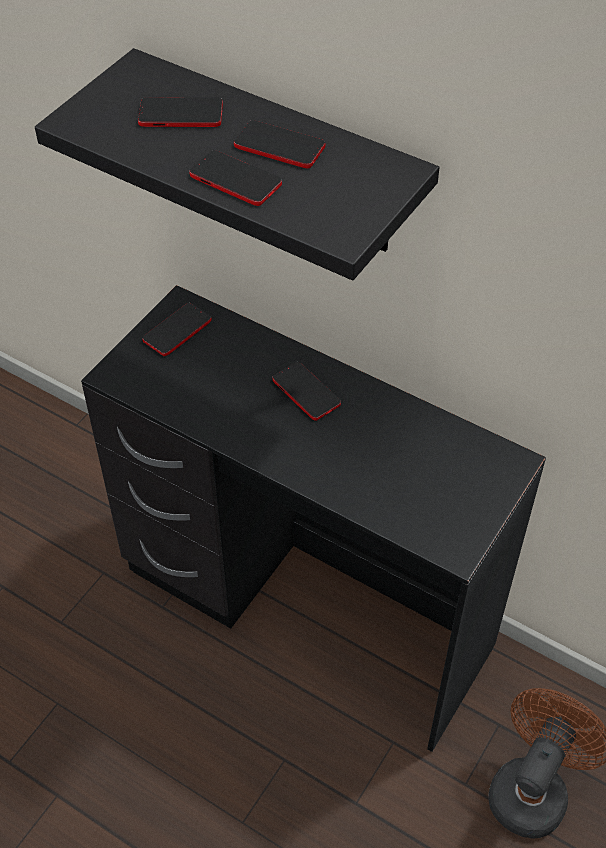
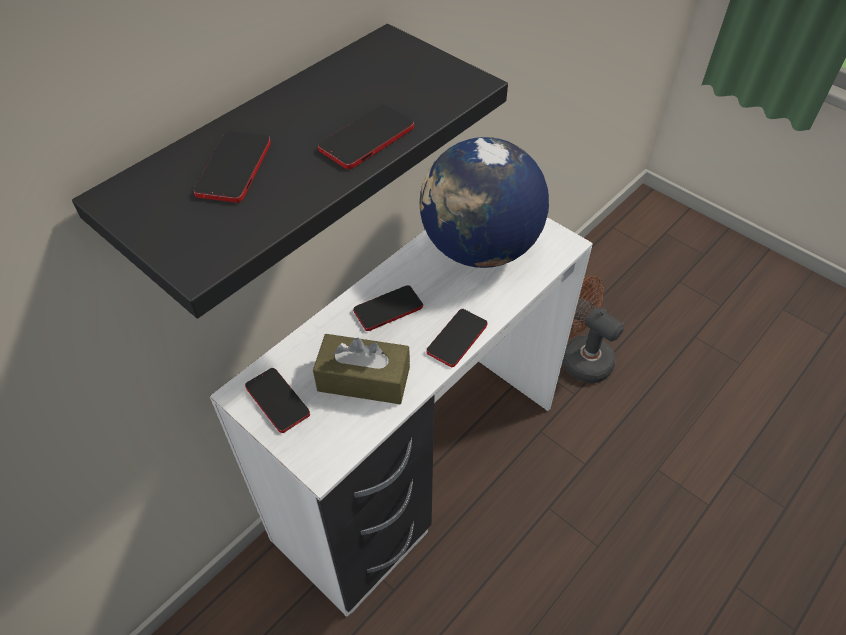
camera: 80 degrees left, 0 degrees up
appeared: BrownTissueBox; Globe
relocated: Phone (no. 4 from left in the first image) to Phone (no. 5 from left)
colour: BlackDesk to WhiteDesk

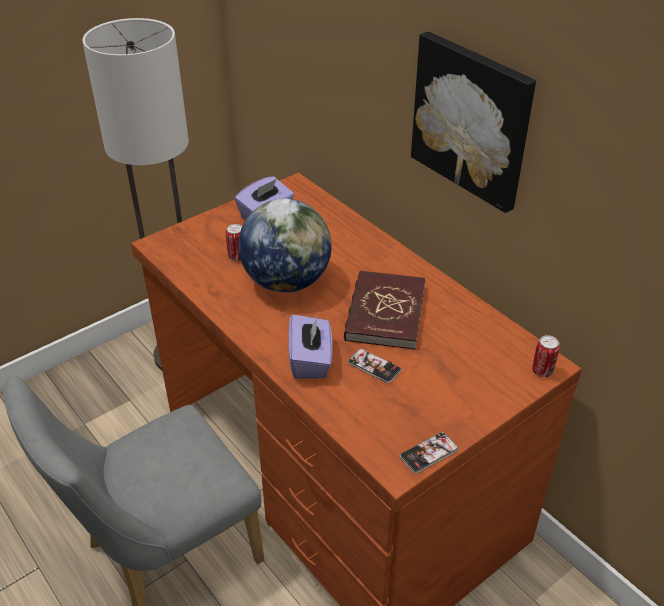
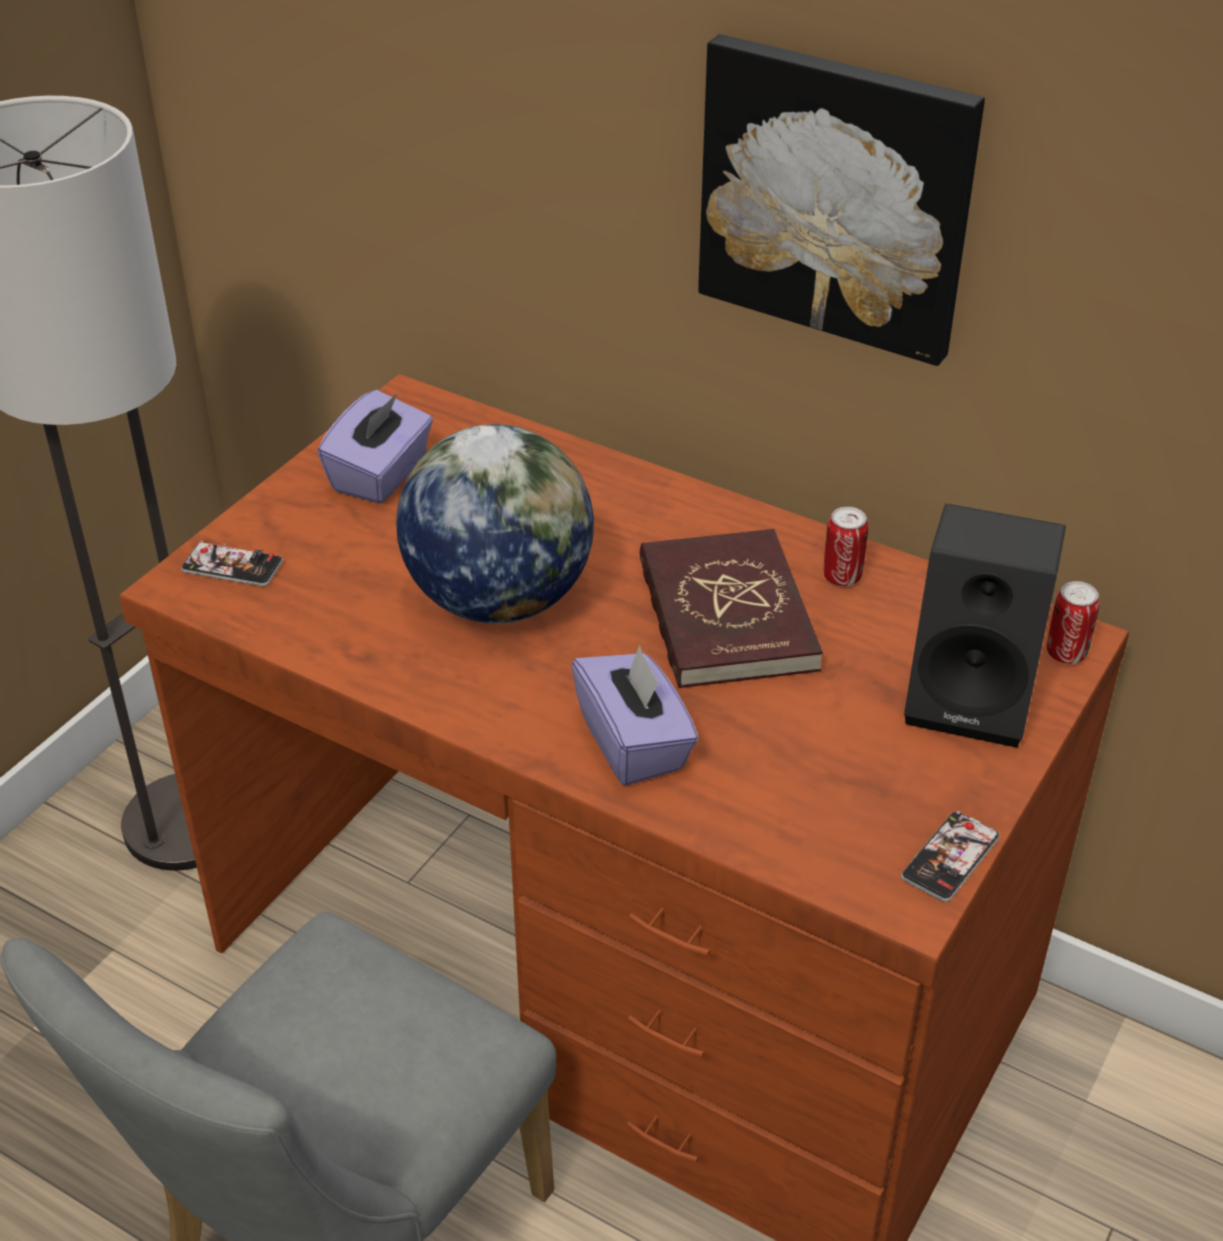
camera: 20 degrees left, 0 degrees up
appeared: BlackSpeaker
relocated: Phone (no. 1 from left); Can (no. 1 from left)

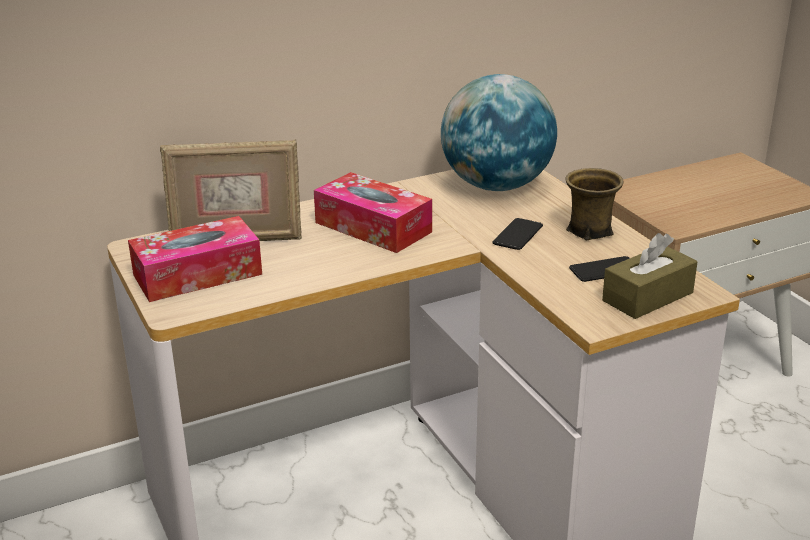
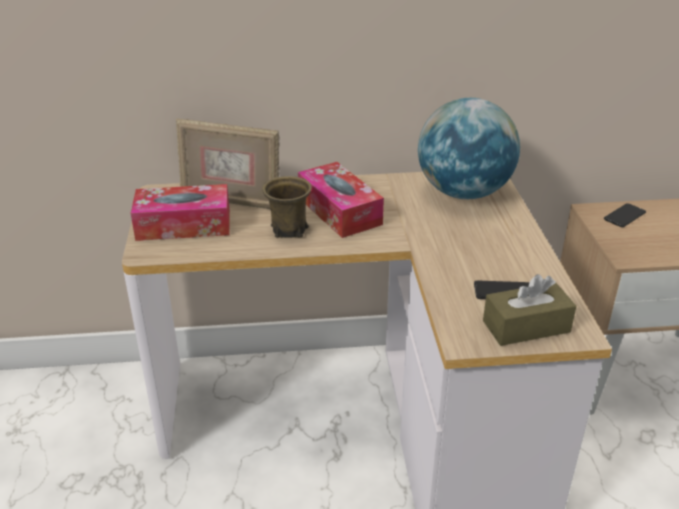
camera: 20 degrees right, 5 degrees up
relocated: BrownMug; Phone (no. 1 from left in the first image) to Phone (no. 2 from left)

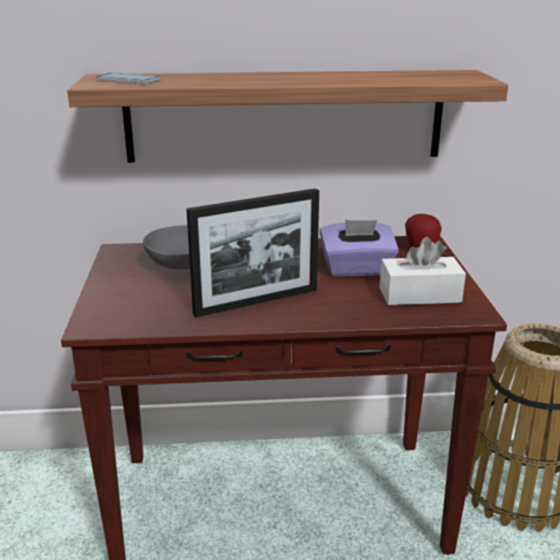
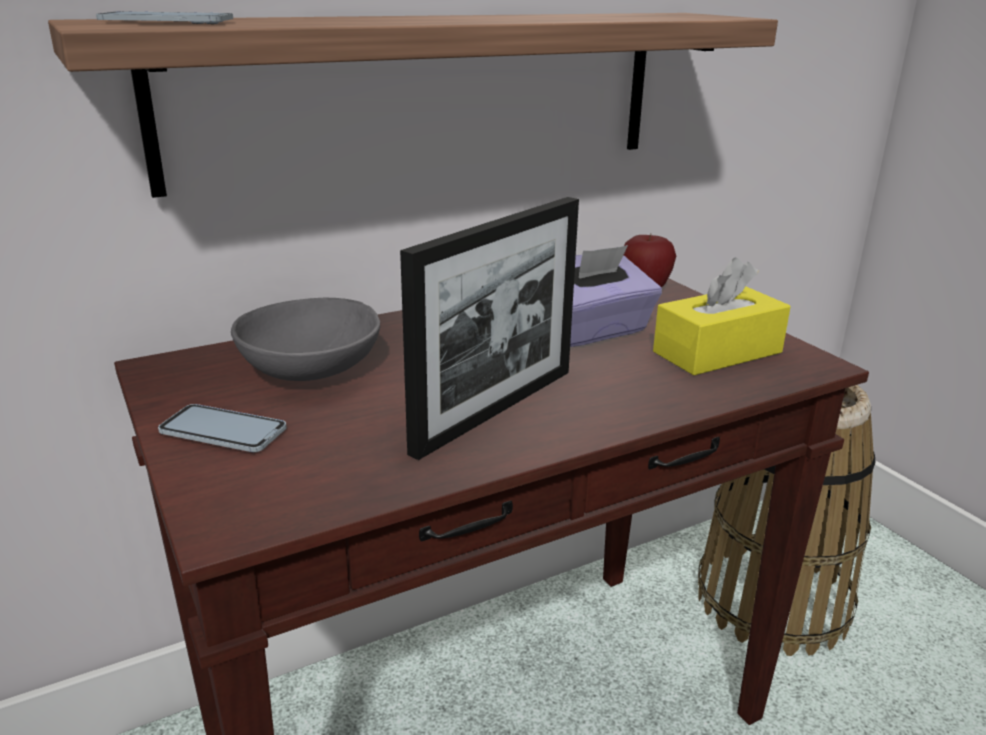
camera: 25 degrees left, 0 degrees up
appeared: Phone (no. 2 from left)
colour: WhiteTissueBox to YellowTissueBox

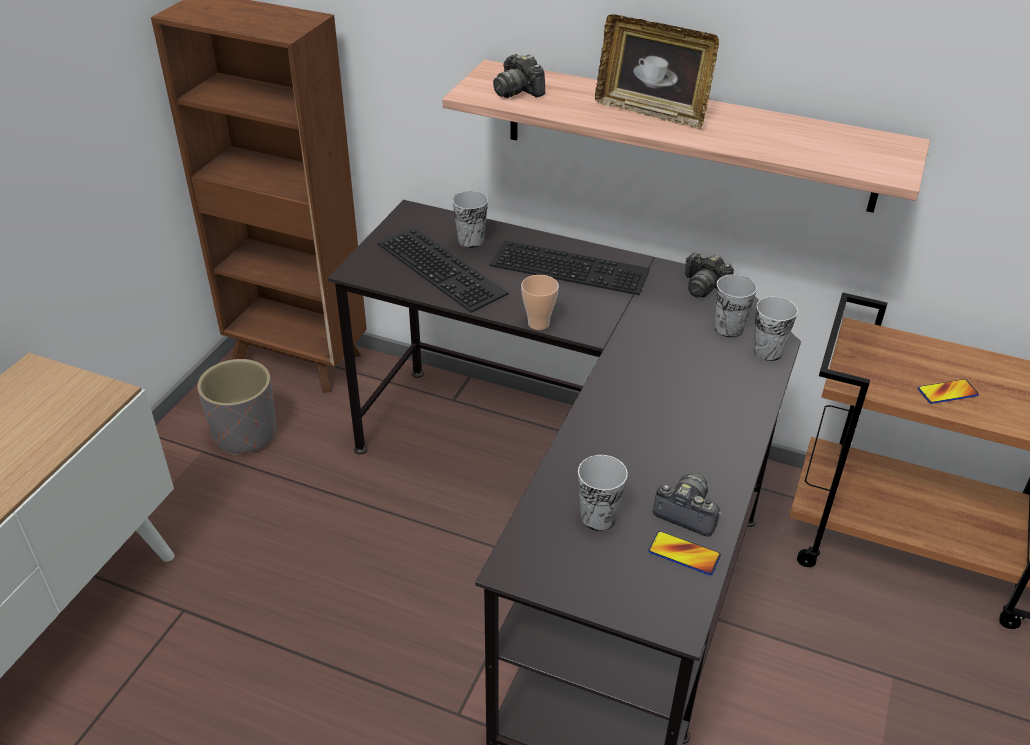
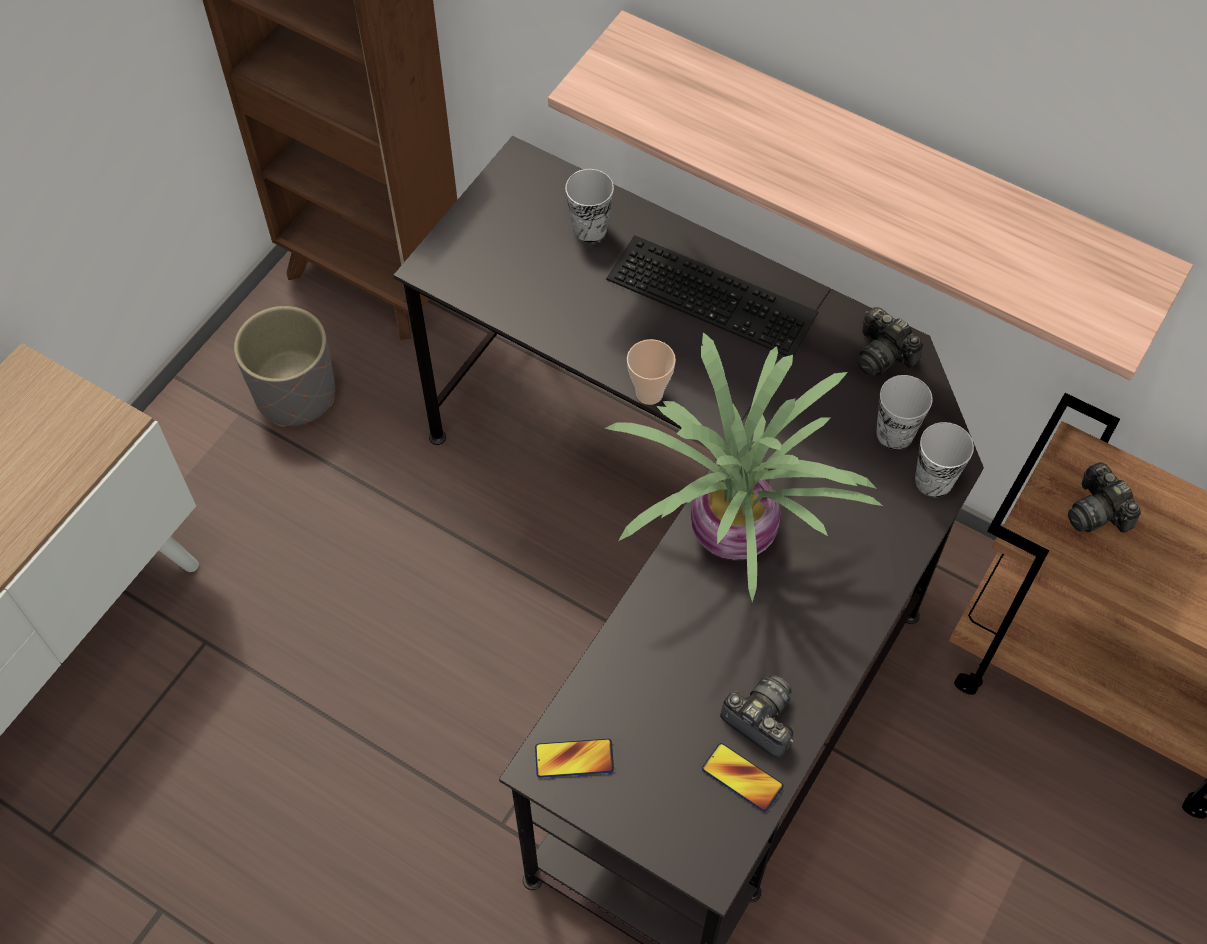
camera: 10 degrees right, 20 degrees up
missing: Keyboard (no. 1 from left); Cup (no. 3 from left); PictureFrame
appeared: PottedPlant
relocated: Phone (no. 2 from left in the first image) to Phone (no. 1 from left); PhotoCamera (no. 1 from left in the first image) to PhotoCamera (no. 3 from left)

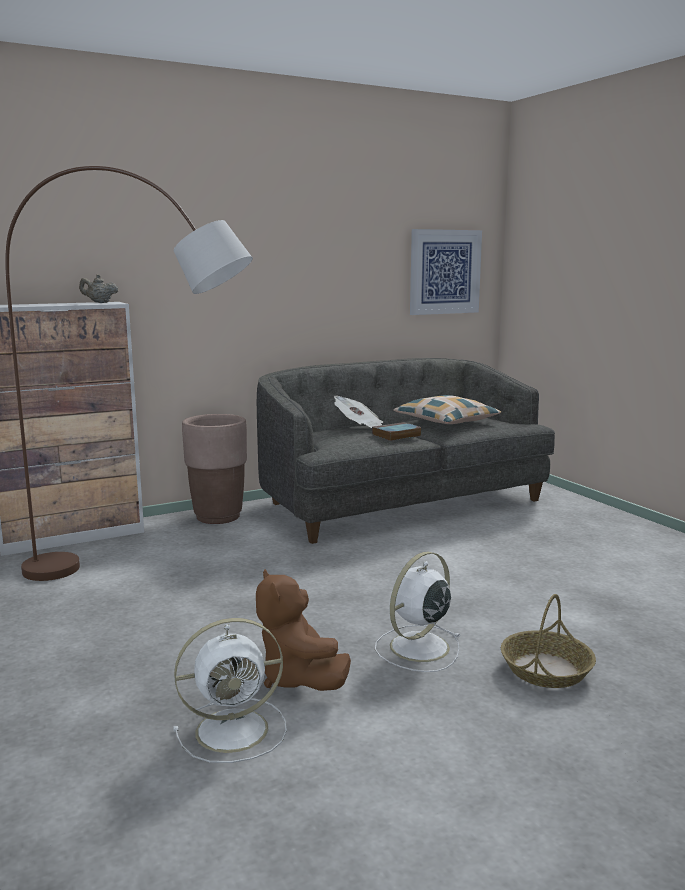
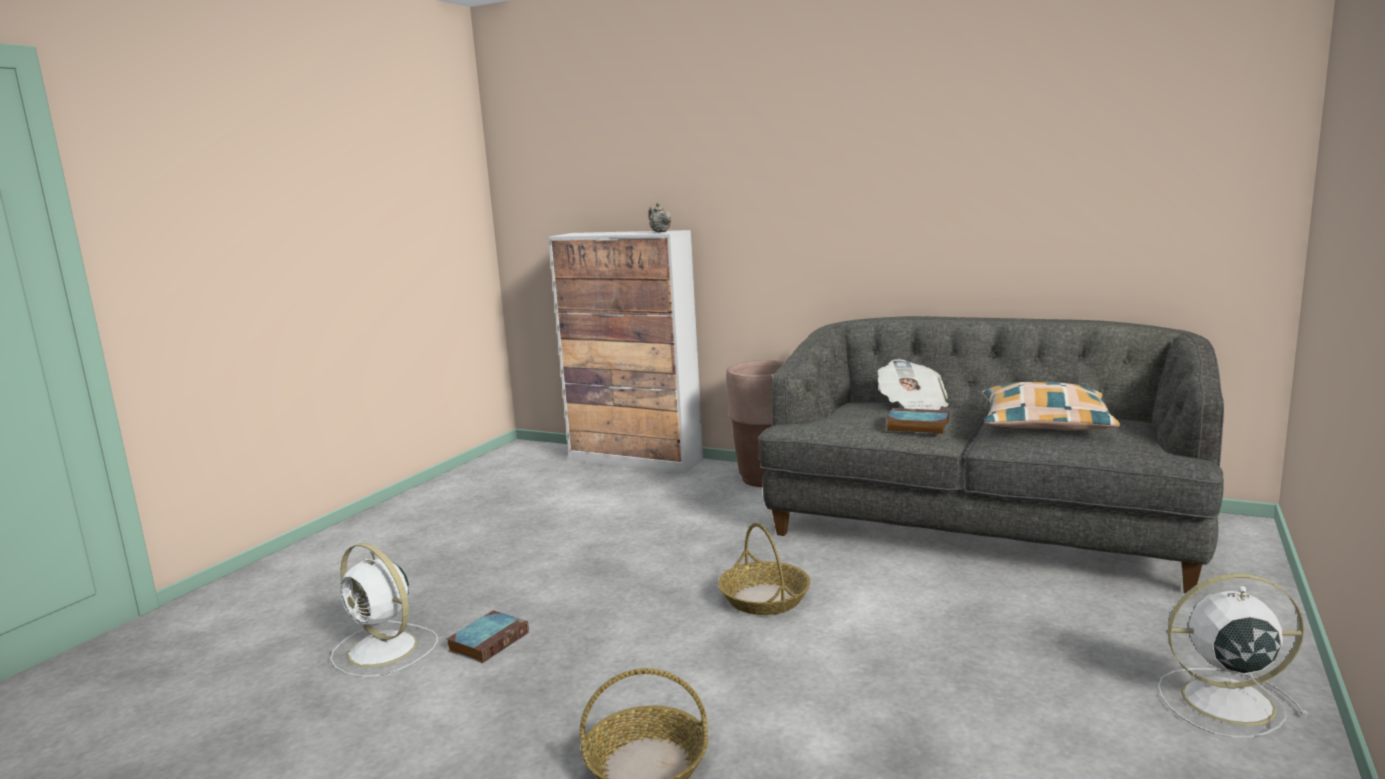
camera: 55 degrees right, 0 degrees up
missing: BrownFloorLamp; Picture
appeared: Basket (no. 2 from left)
relocated: WhiteFan (no. 2 from left)
exchanged: BrownPlushToy to Book (no. 1 from left)

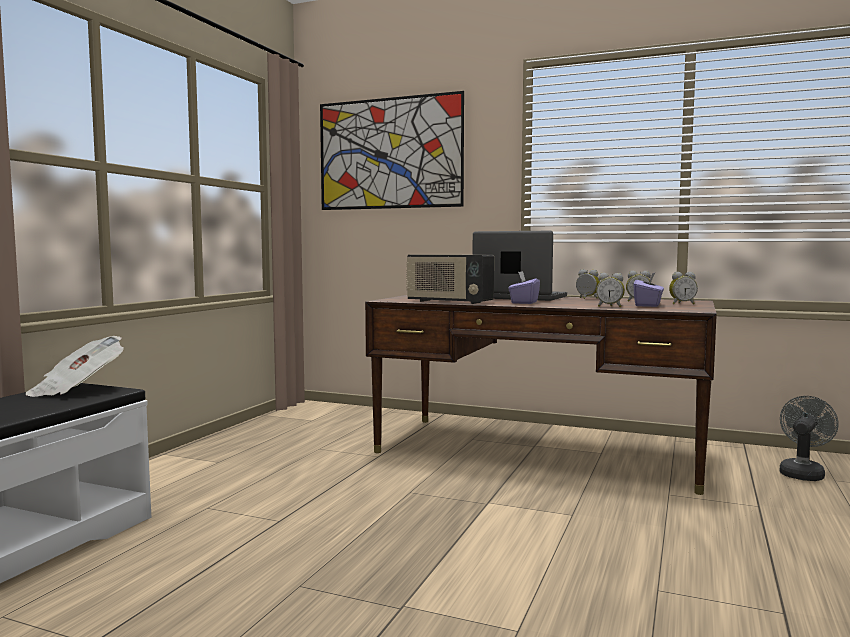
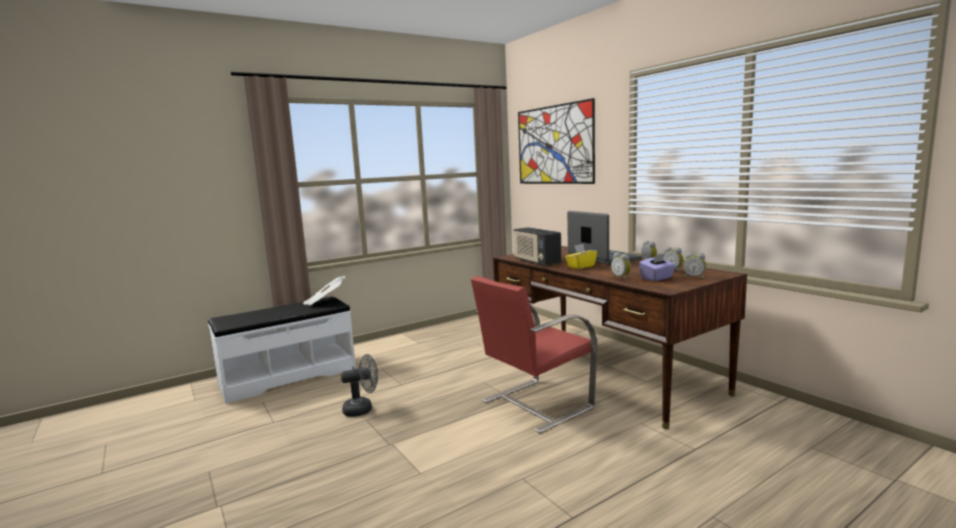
camera: 35 degrees right, 5 degrees up
appeared: RedChair
relocated: GreyFan
colour: PurpleTissueBox (no. 1 from left) to YellowTissueBox

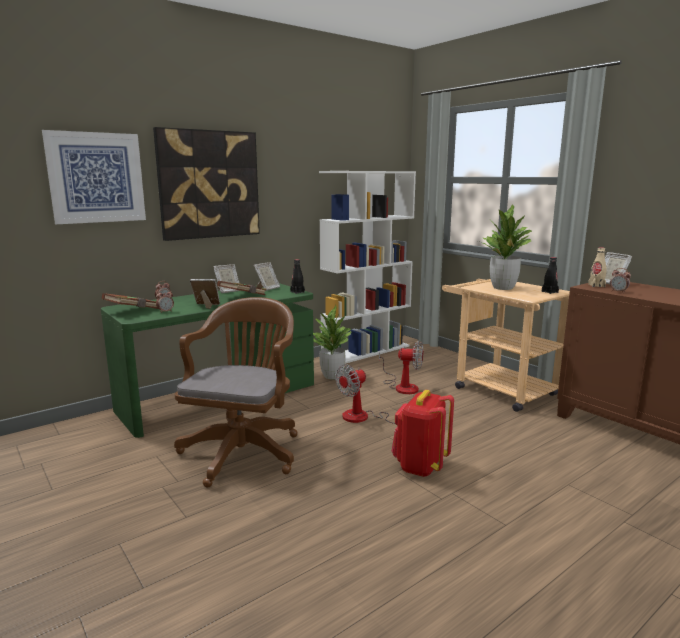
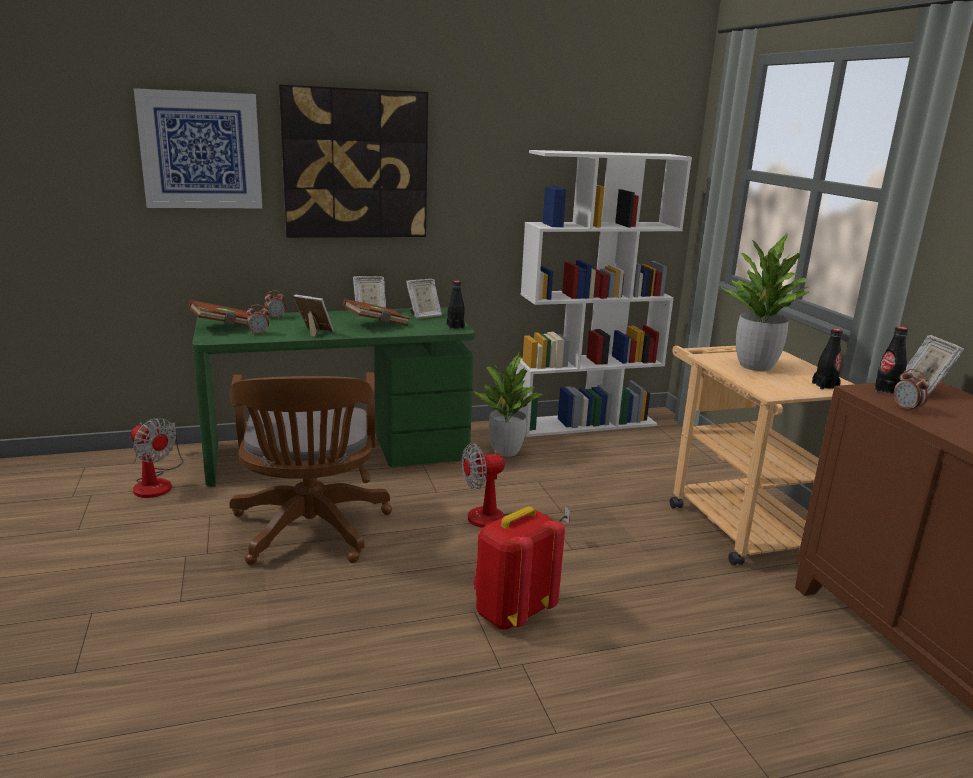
camera: 20 degrees right, 5 degrees up
relocated: Fan (no. 2 from left in the first image) to Fan (no. 1 from left)
colour: BeigeBottle to BlackBottle (no. 3 from left)
spun: BrownOfficeChair 135 degrees clockwise

